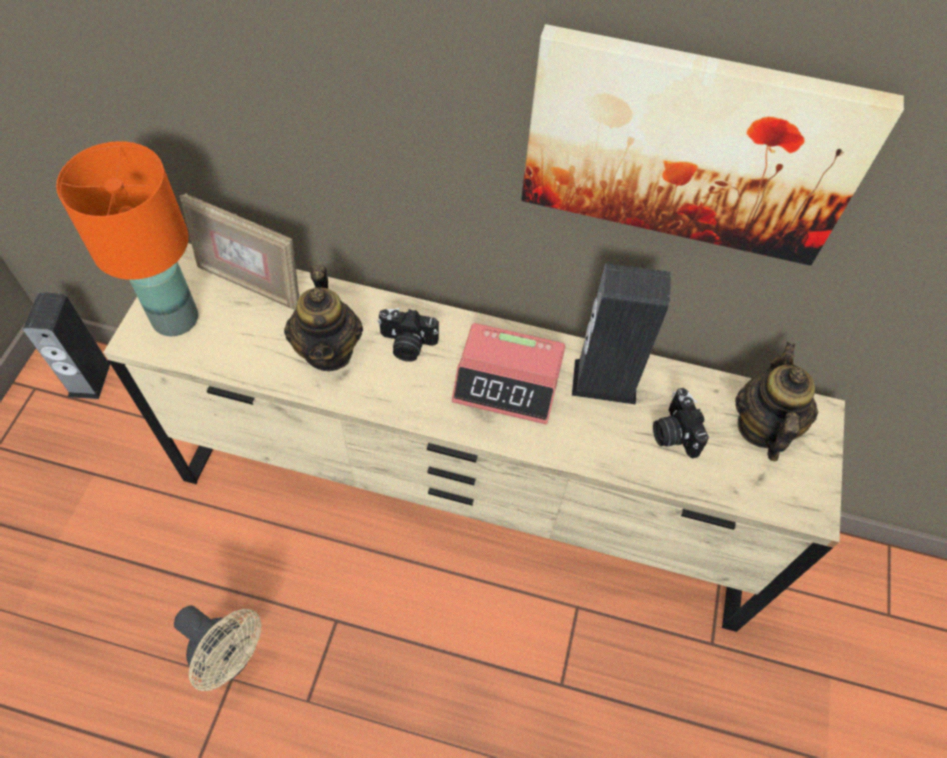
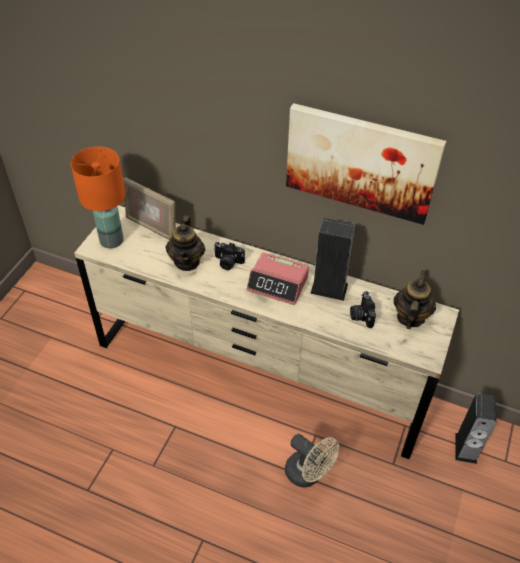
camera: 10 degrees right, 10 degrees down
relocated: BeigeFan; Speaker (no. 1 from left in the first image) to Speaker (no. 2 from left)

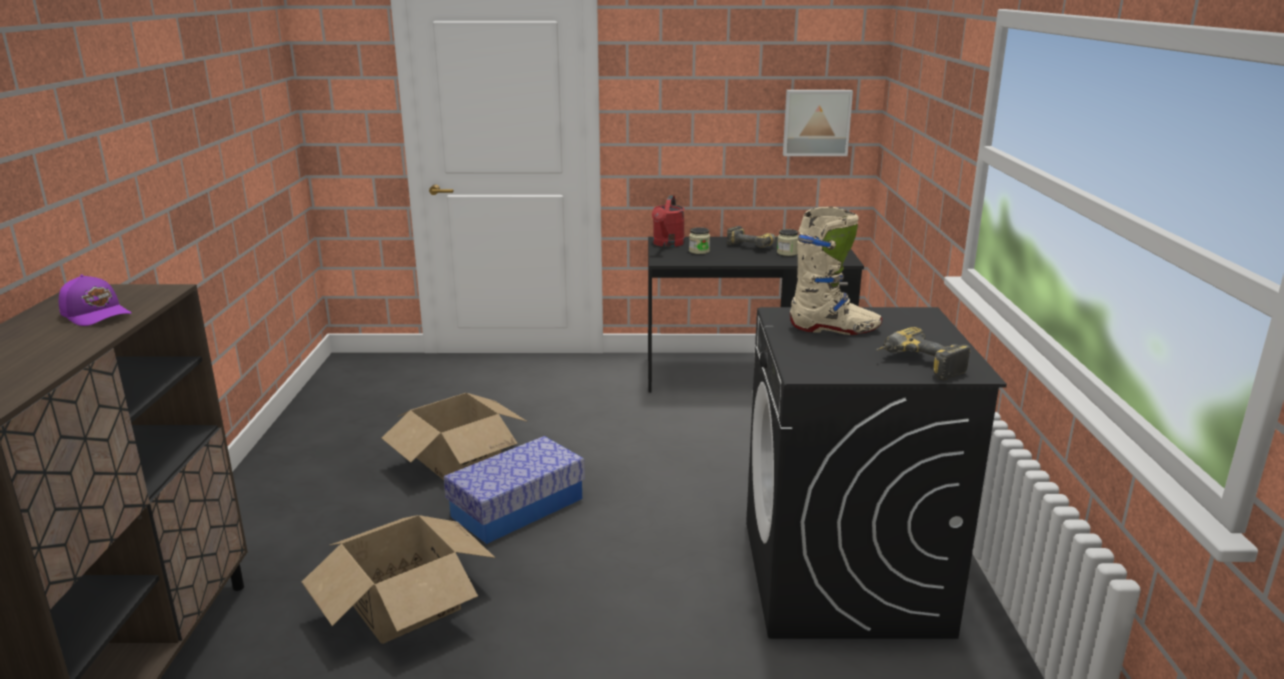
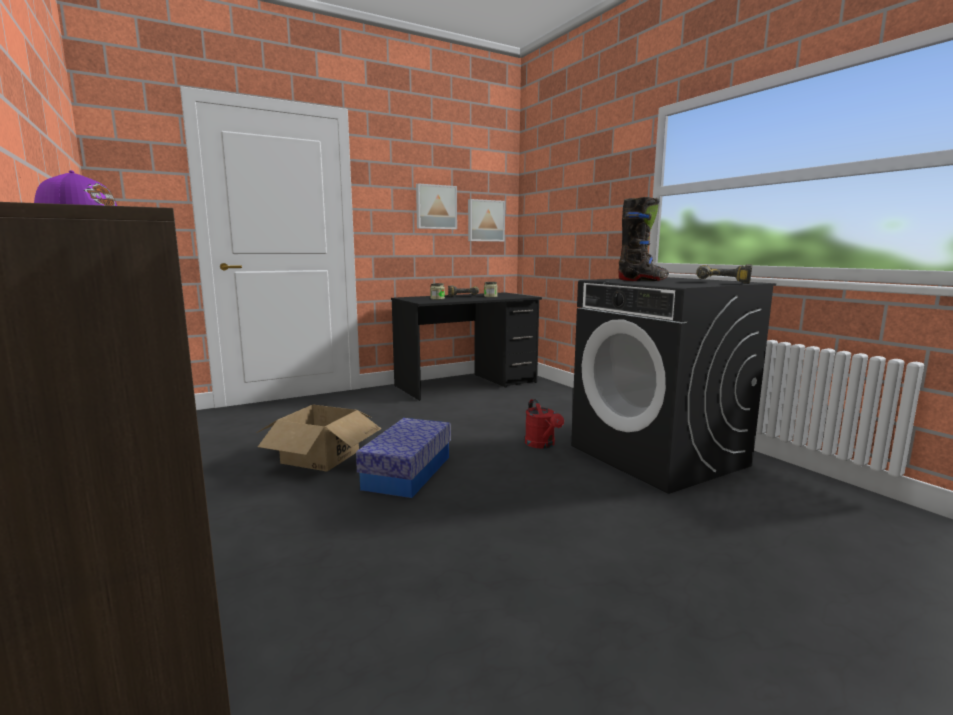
camera: 30 degrees left, 10 degrees down
missing: CardboardBox (no. 1 from left)
appeared: Picture (no. 1 from left)
relocated: RedWateringCan
colour: BeigeBoot to BlackBoot

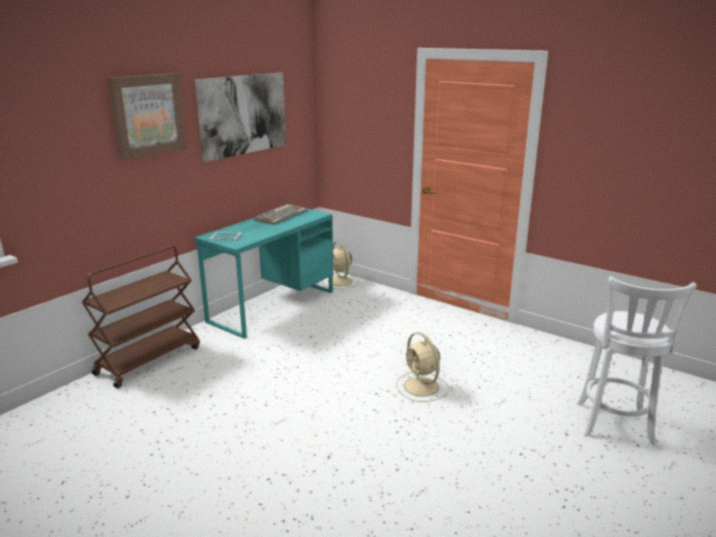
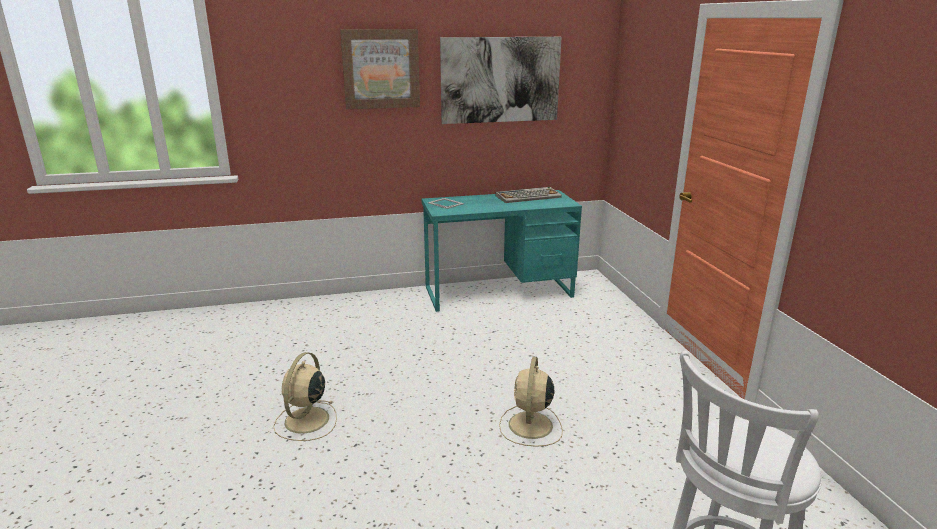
camera: 40 degrees right, 0 degrees up
missing: BrownCart
relocated: BeigeFan (no. 1 from left)

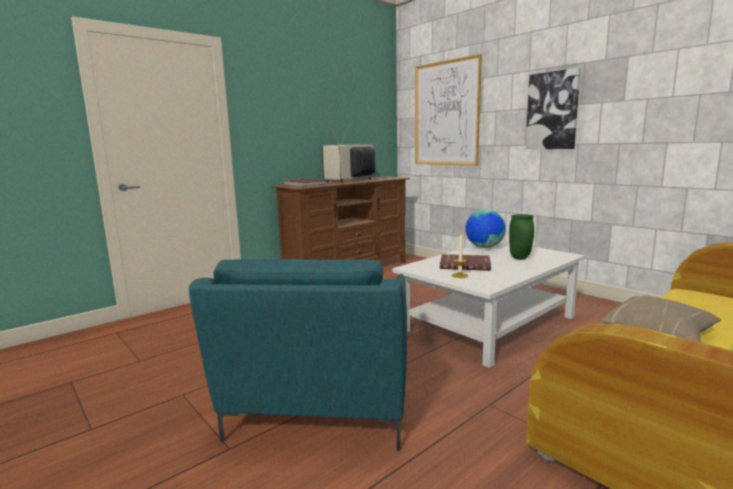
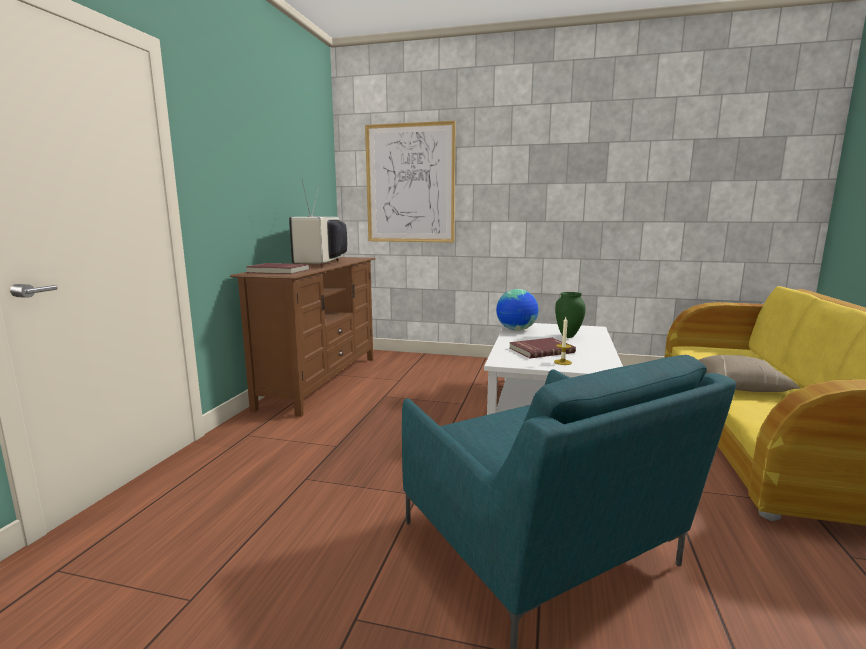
camera: 35 degrees left, 0 degrees up
missing: Picture (no. 2 from left)

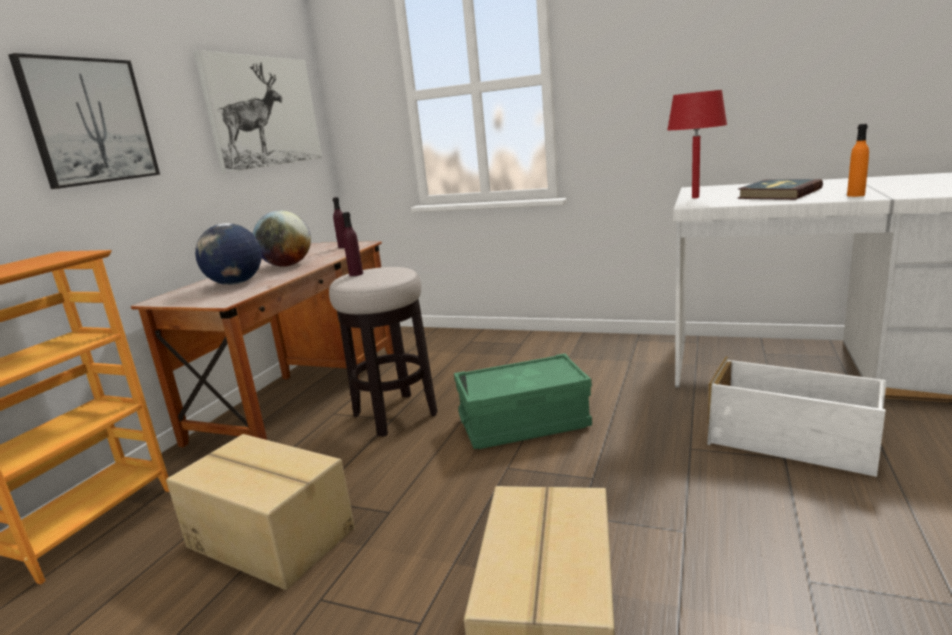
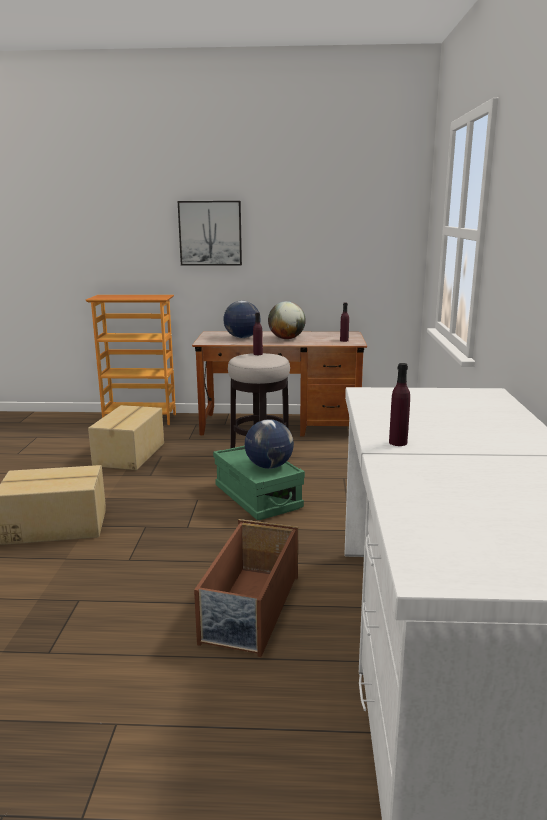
camera: 70 degrees right, 0 degrees up
missing: Picture (no. 2 from left); RedTableLamp; Book
appeared: Globe (no. 2 from left)
colour: WhiteStorageBox to BrownStorageBox; OrangeBottle to PurpleBottle (no. 3 from left)

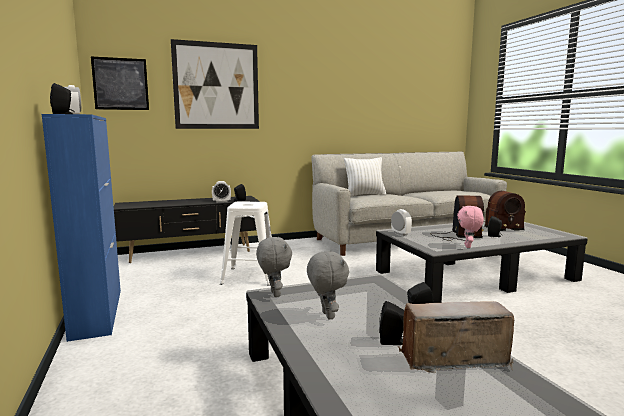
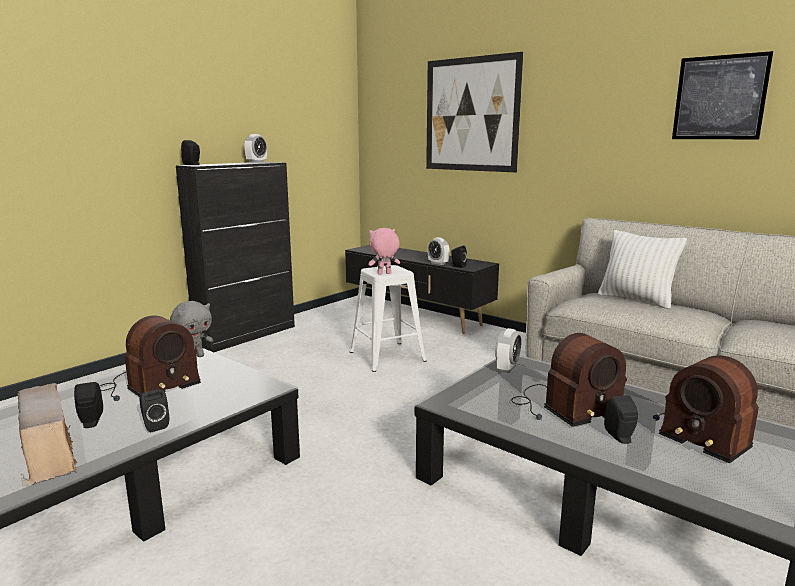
camera: 60 degrees right, 5 degrees up
relocated: PinkPlushToy; Picture (no. 1 from left in the first image) to Picture (no. 2 from left)
exchanged: GreyPlushToy (no. 2 from left) to Radio (no. 2 from left)
colour: BlueCabinet to BlackCabinet

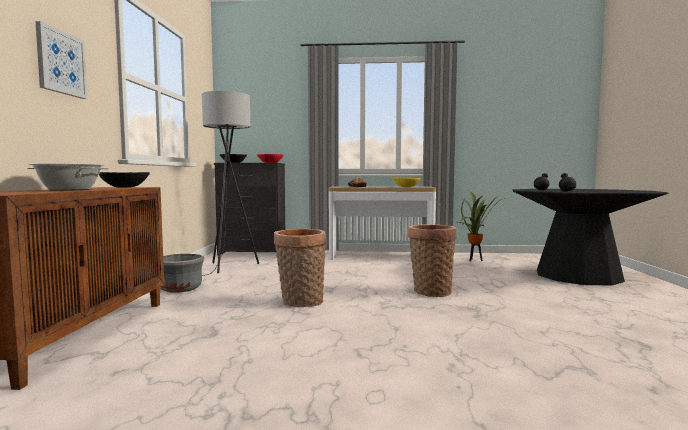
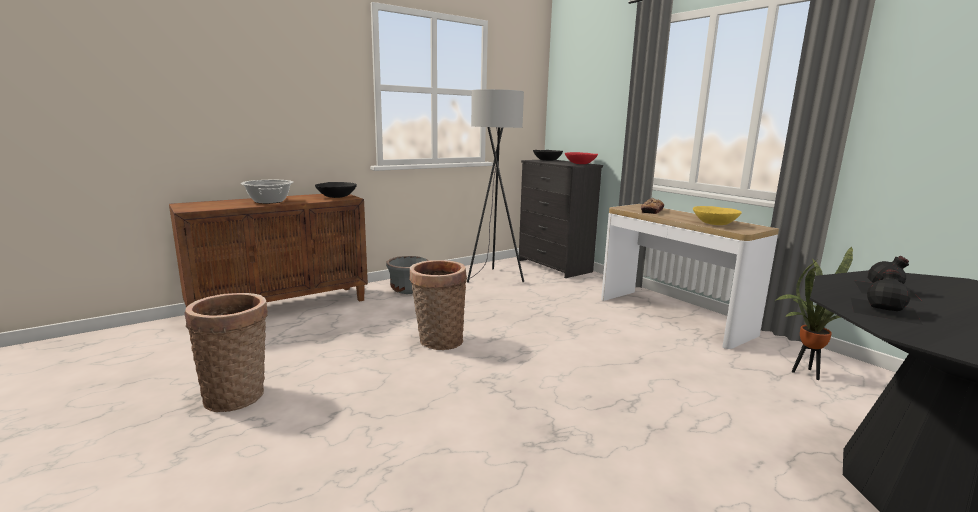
camera: 50 degrees right, 10 degrees up
missing: Picture
relocated: Basket (no. 2 from left in the first image) to Basket (no. 1 from left)

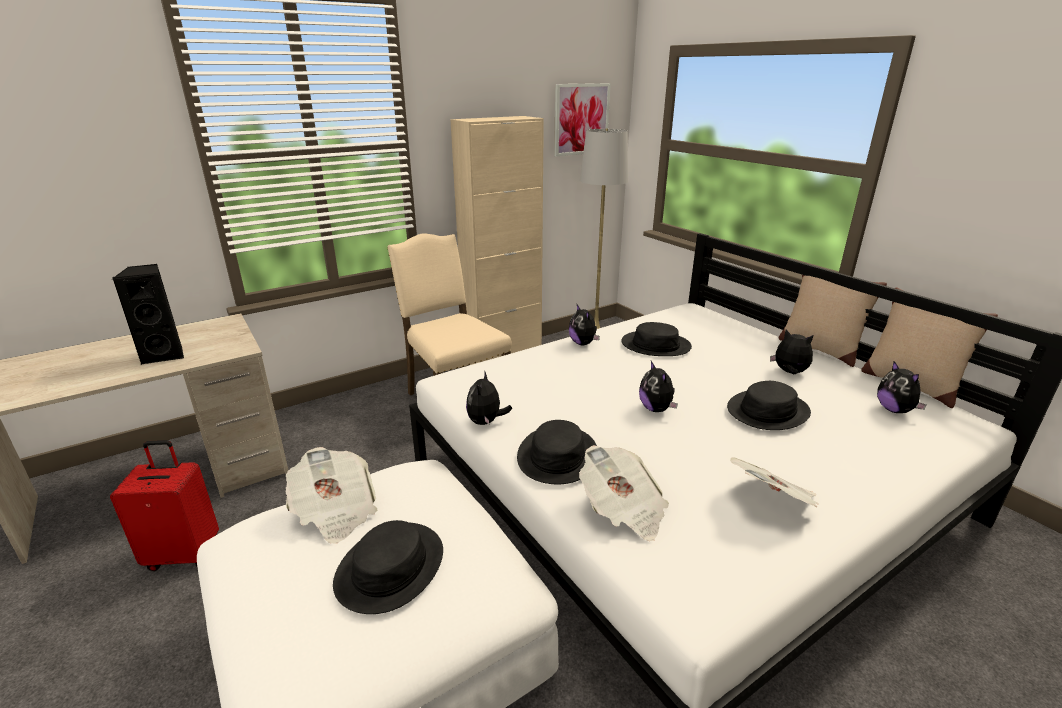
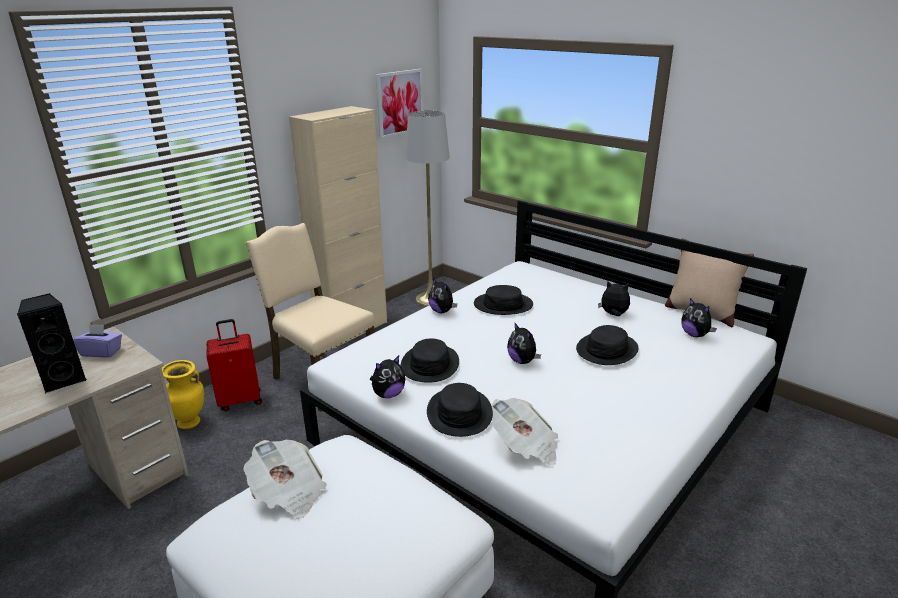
camera: 15 degrees left, 0 degrees up
missing: Newspaper (no. 3 from left); BeigePillow (no. 1 from left)
appeared: PurpleTissueBox; YellowVase
relocated: RedSuitcase; BlackHat (no. 1 from left)
spun: PlushToy (no. 1 from left) 120 degrees counterclockwise

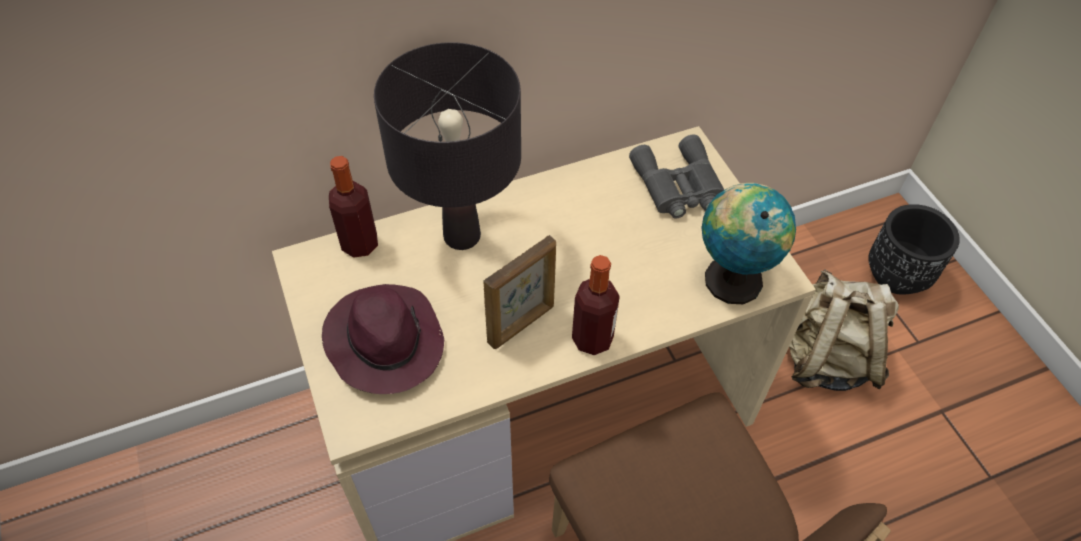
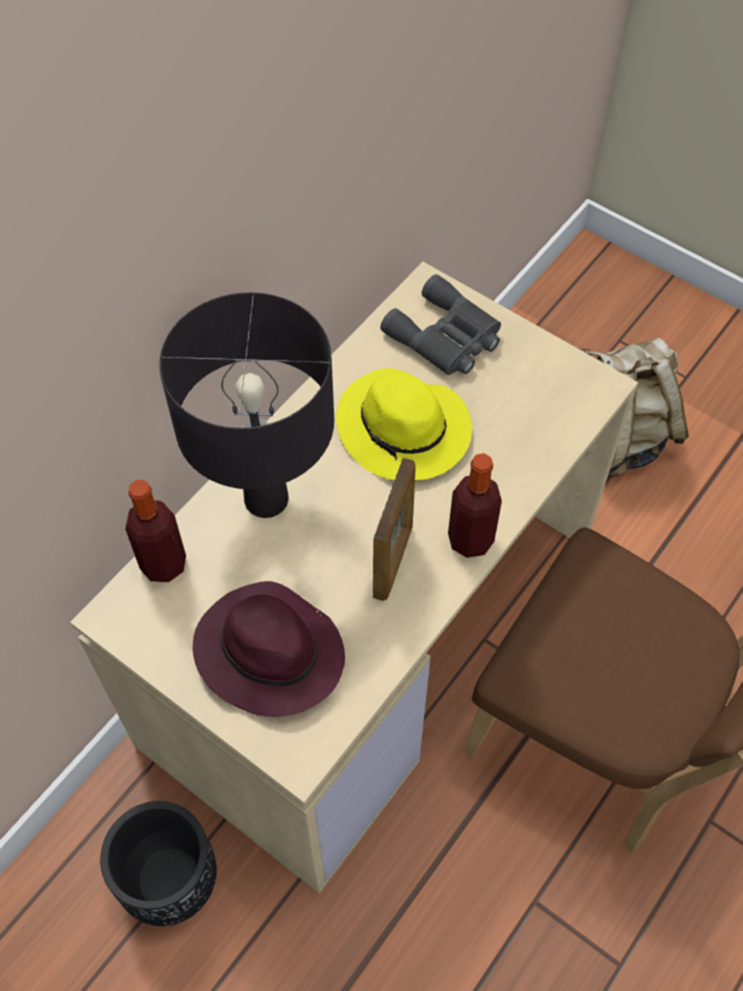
camera: 30 degrees left, 5 degrees up
missing: Globe
appeared: YellowHat
relocated: BlackPlanter

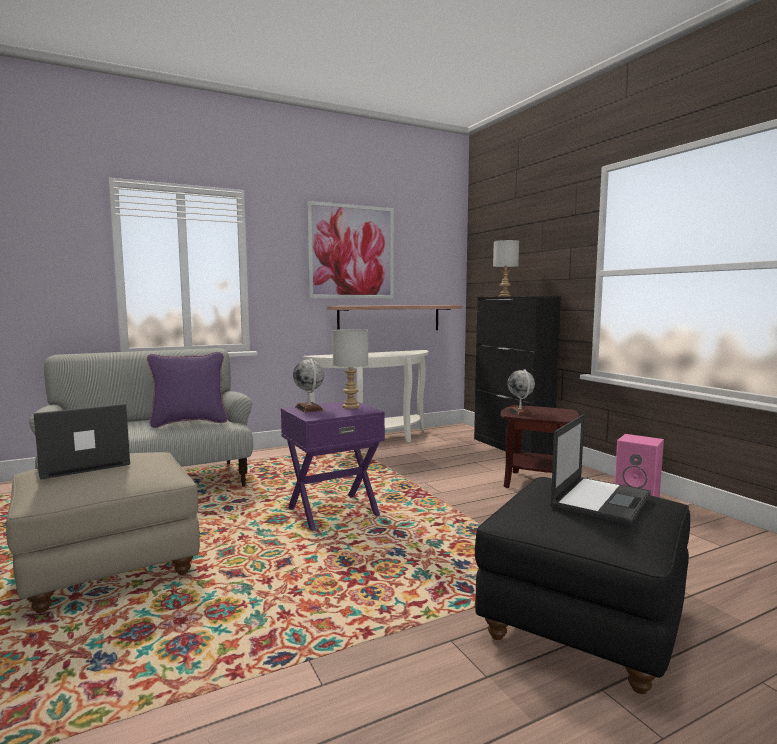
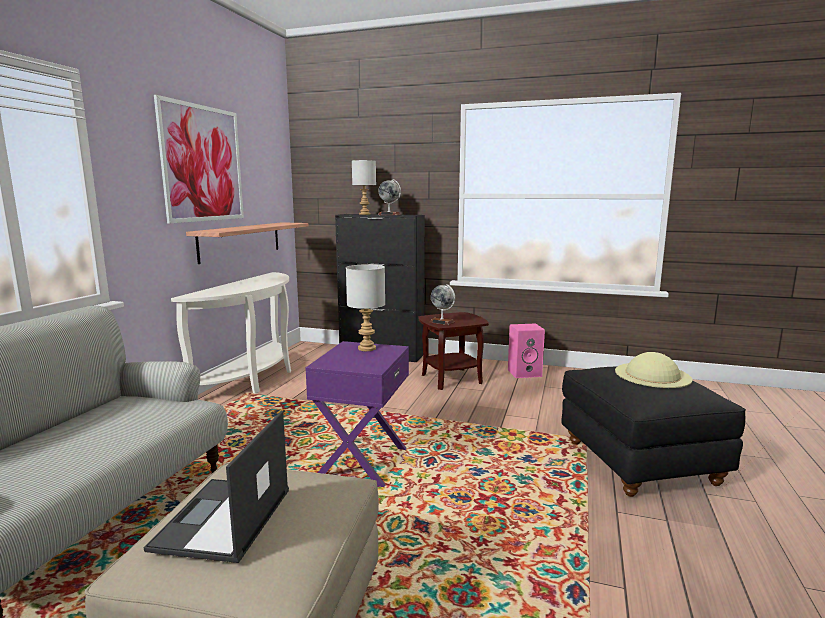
camera: 45 degrees left, 5 degrees up
missing: PurplePillow
relocated: Globe (no. 1 from left)
exchanged: Laptop (no. 2 from left) to BeigeHat

